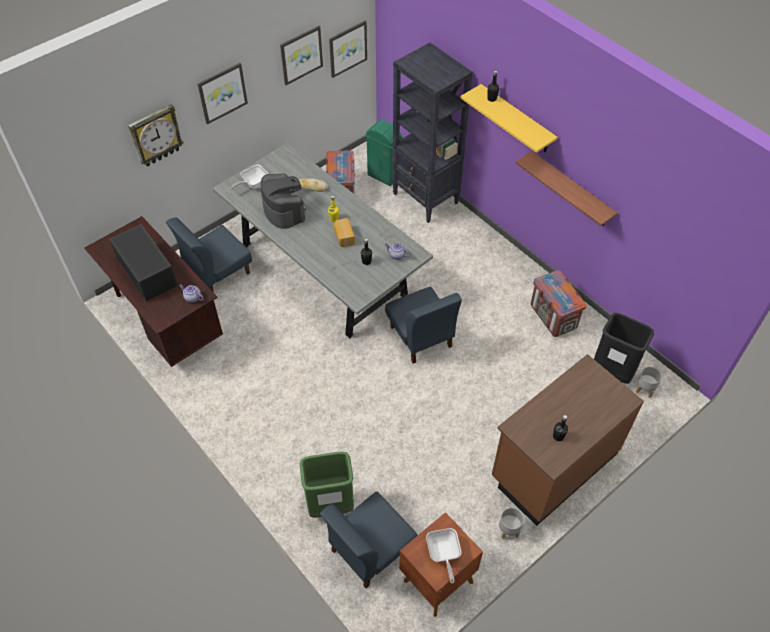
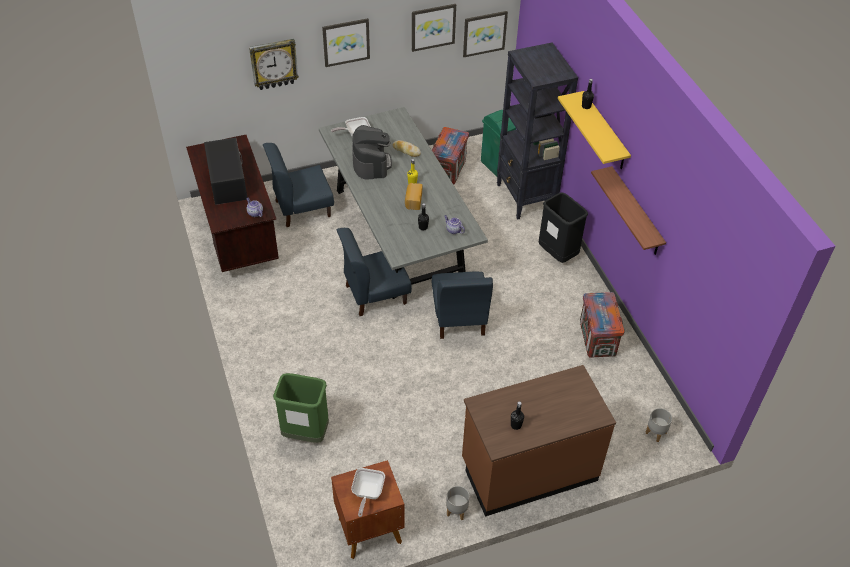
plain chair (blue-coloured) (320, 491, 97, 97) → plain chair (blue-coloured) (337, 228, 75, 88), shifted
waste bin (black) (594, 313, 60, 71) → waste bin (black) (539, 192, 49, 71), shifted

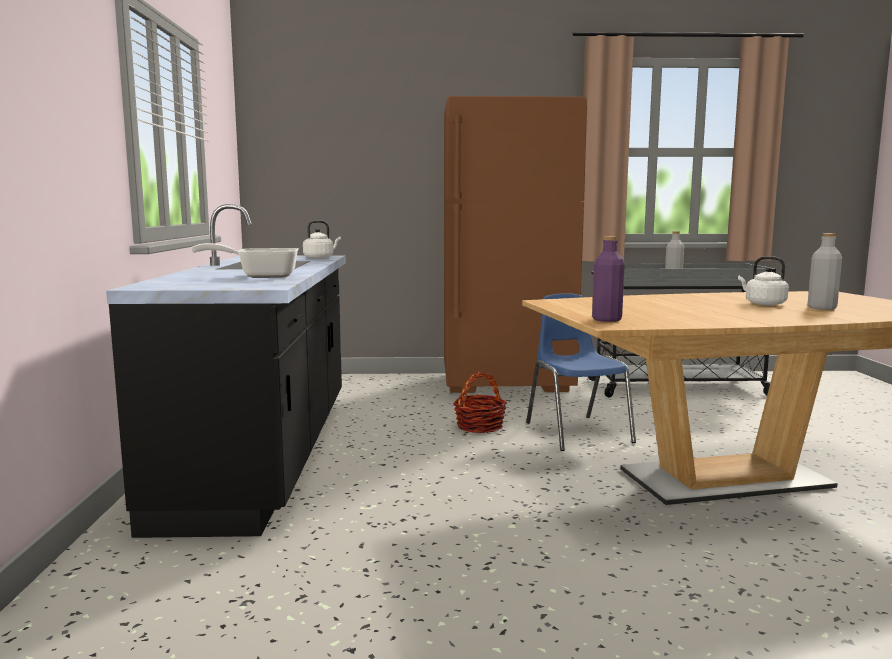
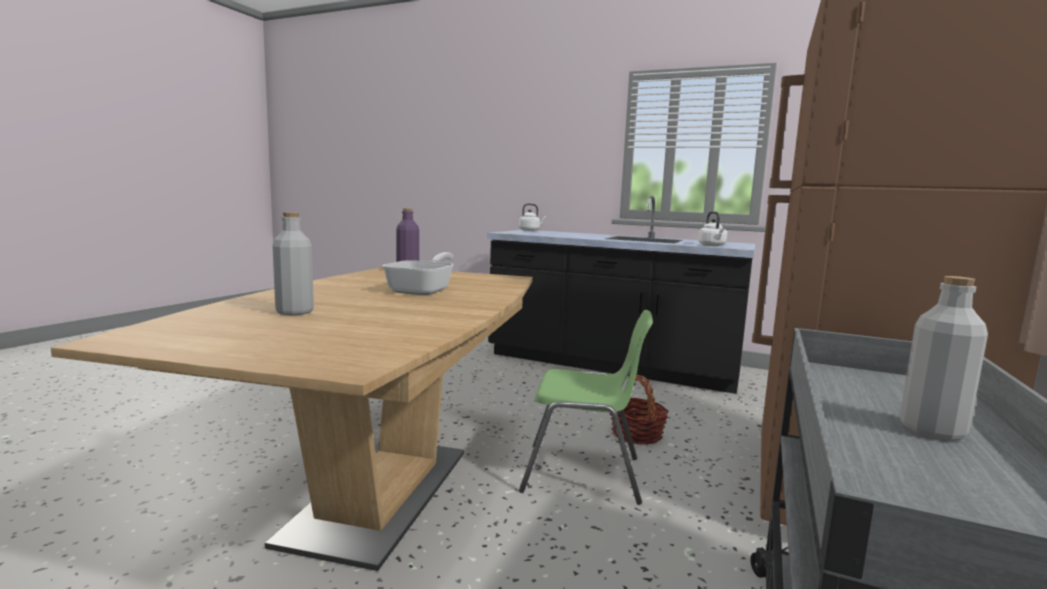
pan (191, 243, 107, 35) → pan (382, 252, 72, 43), shifted
tea kettle (white) (738, 256, 51, 49) → tea kettle (white) (519, 203, 27, 28), shifted
plain chair (blue-coloured) (526, 293, 110, 158) → plain chair (green) (519, 310, 134, 195)

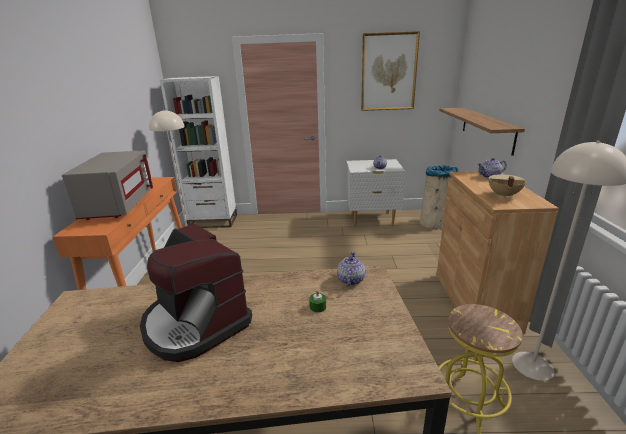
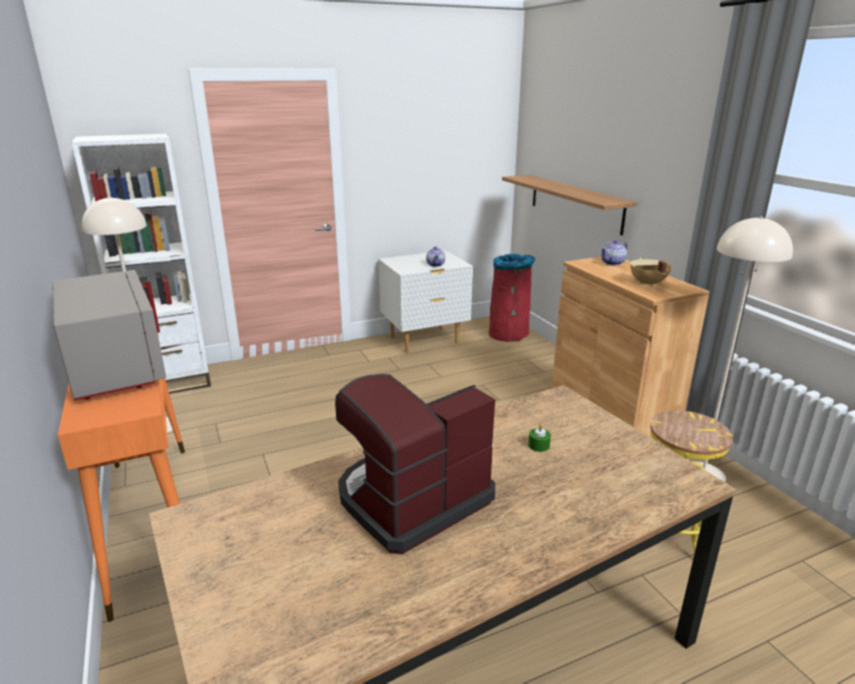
pot for tea (337, 251, 28, 35) → -
wall picture (361, 31, 59, 80) → -
waste bin (beige) (420, 165, 38, 64) → waste bin (red) (489, 254, 46, 88)
coffee maker (140, 224, 112, 138) → coffee maker (335, 374, 160, 180), 120 degrees clockwise

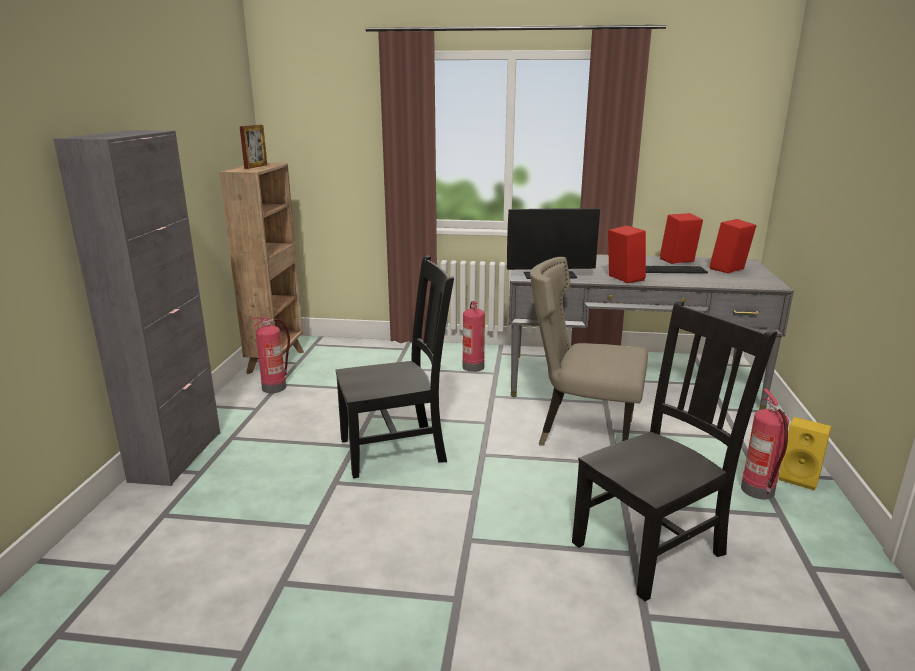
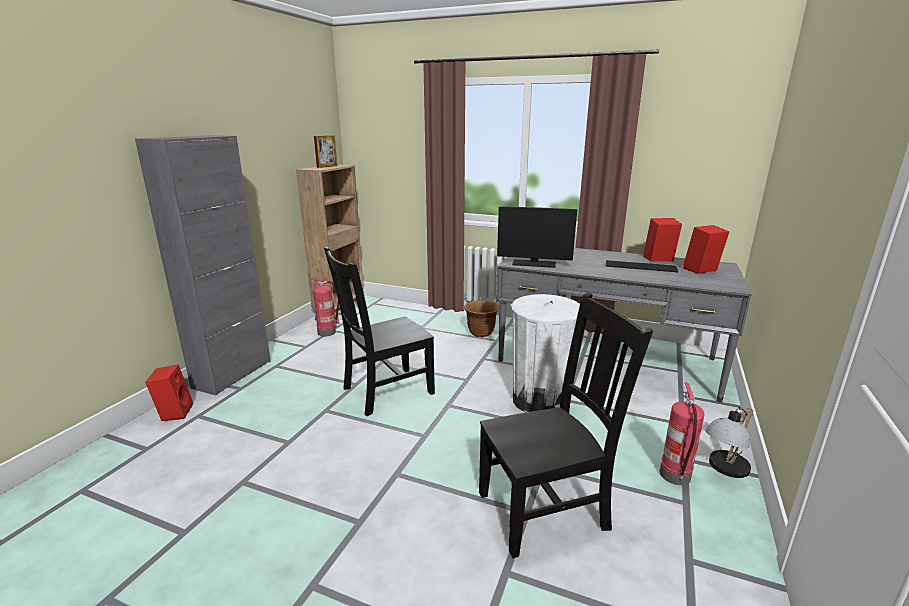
loudspeaker (red) (608, 225, 38, 58) → loudspeaker (red) (145, 365, 48, 56), shifted
fire extinguisher (462, 301, 23, 71) → planter (brown-coloured) (464, 300, 35, 37)
plain chair (beige) (530, 257, 118, 189) → waste bin (white) (511, 294, 69, 119)
loudspeaker (yellow) (778, 417, 54, 74) → table lamp (705, 407, 49, 71)
plain chair (black) (335, 255, 119, 223) → plain chair (black) (324, 247, 111, 169), 150 degrees clockwise

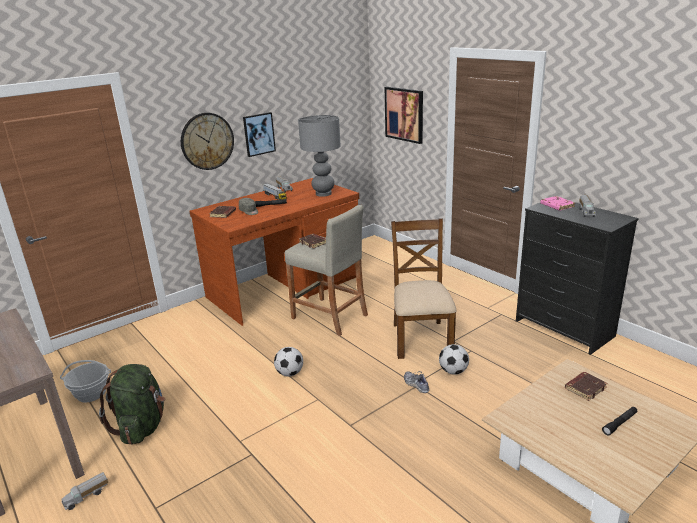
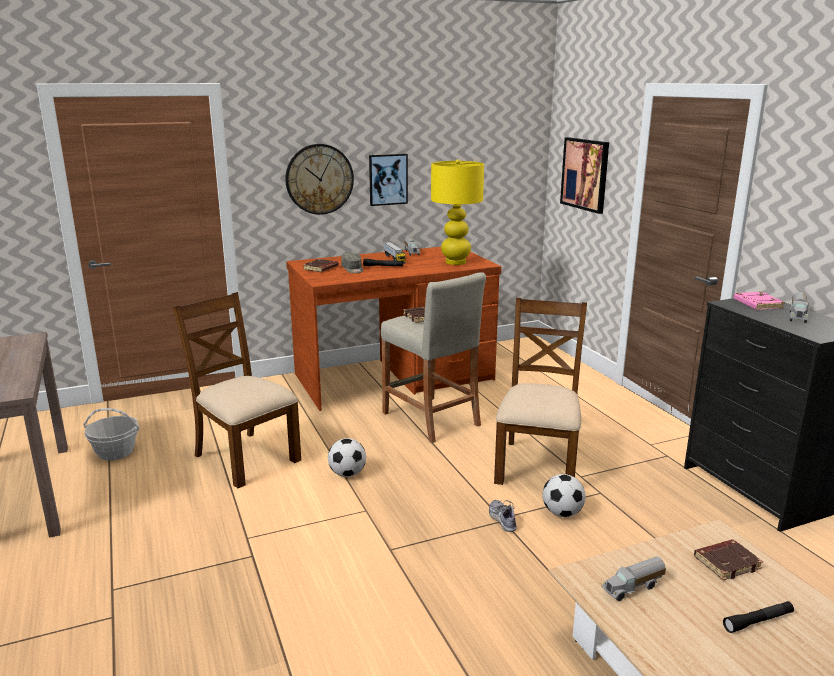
backpack (green) (99, 364, 66, 81) → -
- → plain chair (brown-coloured) (173, 292, 128, 196)
toy truck (61, 472, 47, 38) → toy truck (601, 556, 65, 45), shifted
table lamp (grey) (298, 115, 43, 82) → table lamp (yellow) (431, 160, 53, 105)

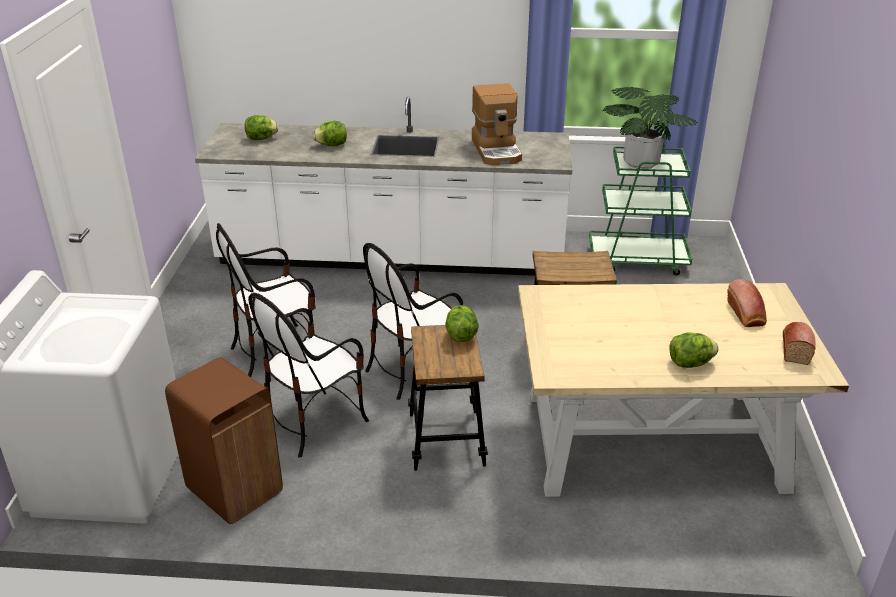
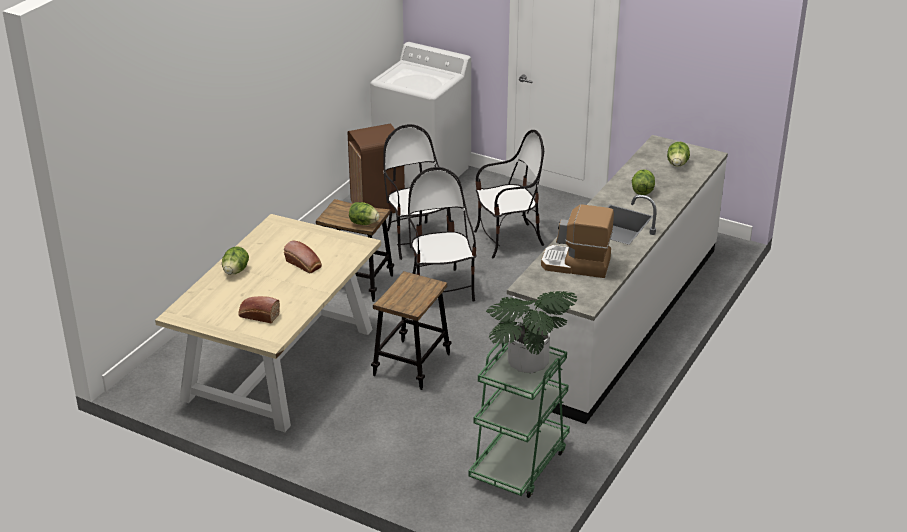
bakery bread (783, 322, 33, 43) → bakery bread (284, 241, 38, 32), shifted
plain chair (216, 223, 100, 154) → plain chair (474, 130, 70, 128), 75 degrees clockwise

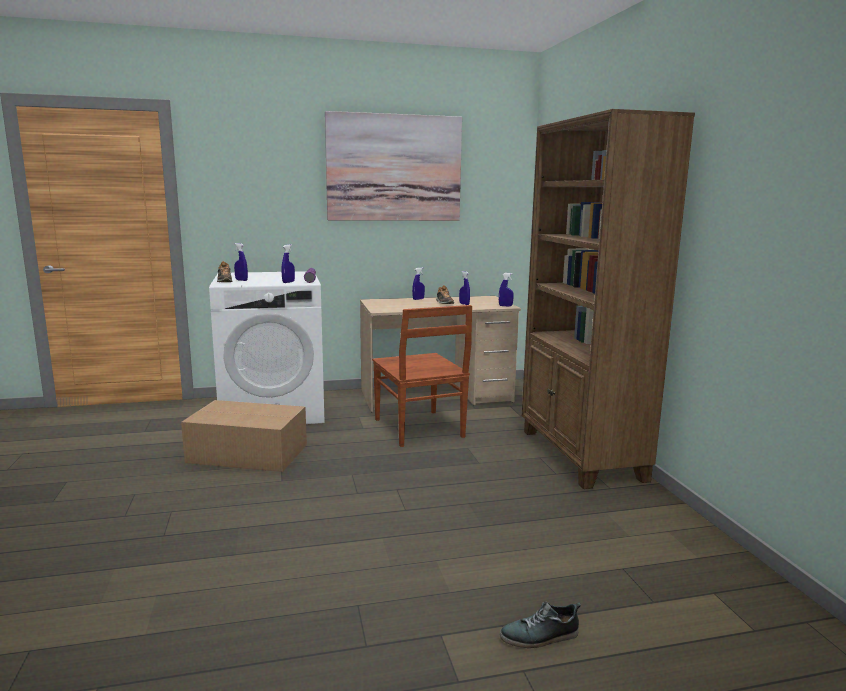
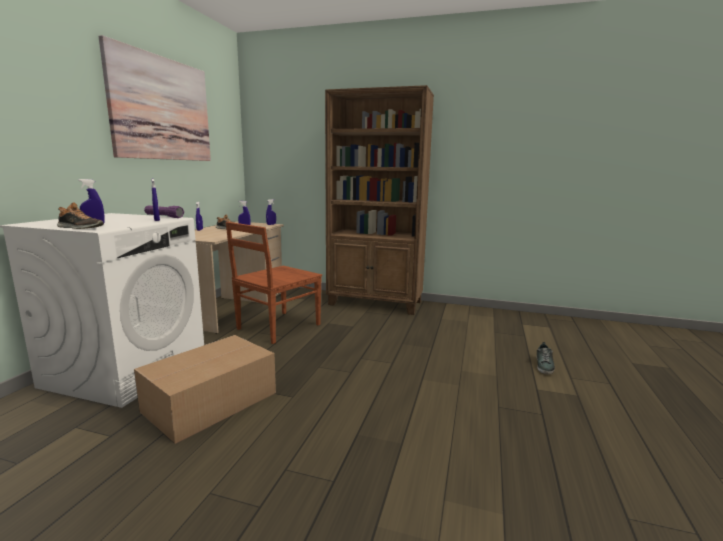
plain chair (brown-coloured) (372, 305, 100, 142) → plain chair (brown-coloured) (226, 222, 96, 122), 120 degrees clockwise

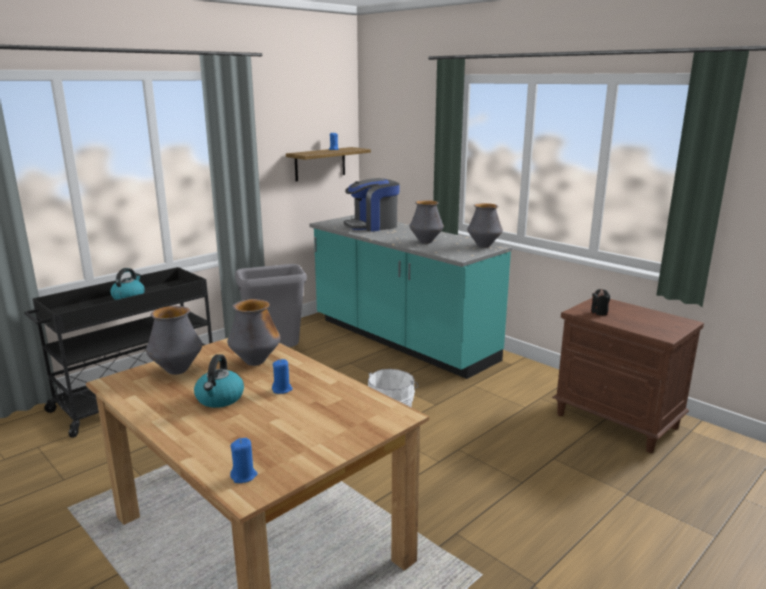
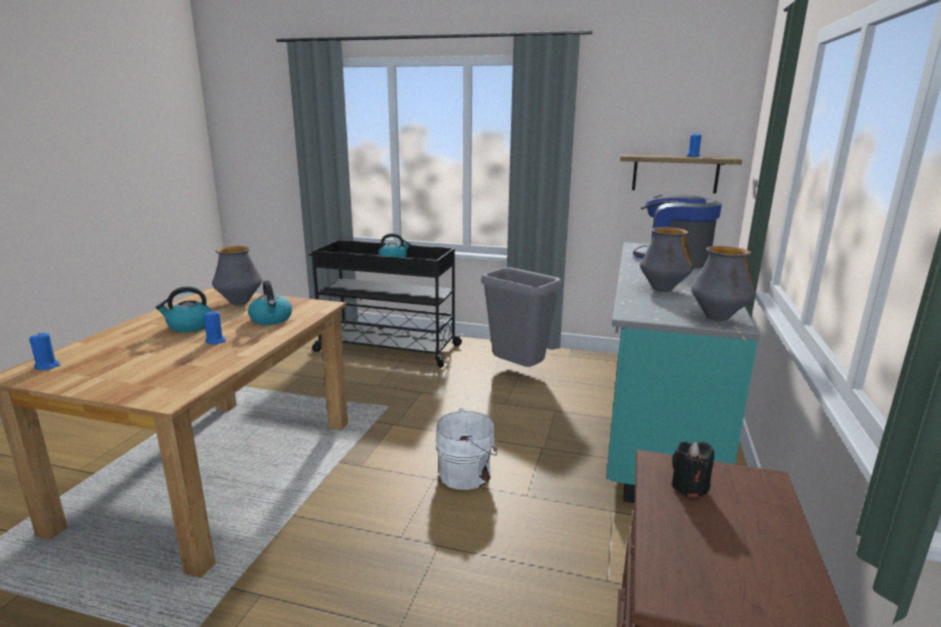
flower vase (227, 299, 54, 67) → tea kettle (248, 280, 44, 45)

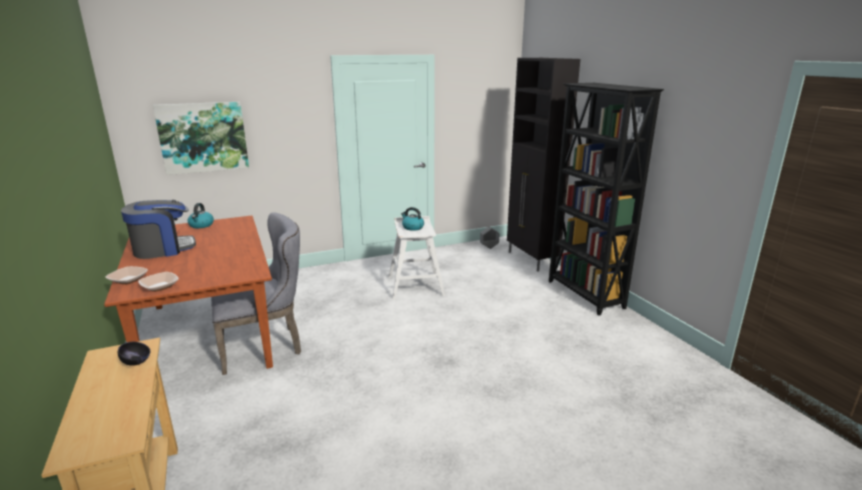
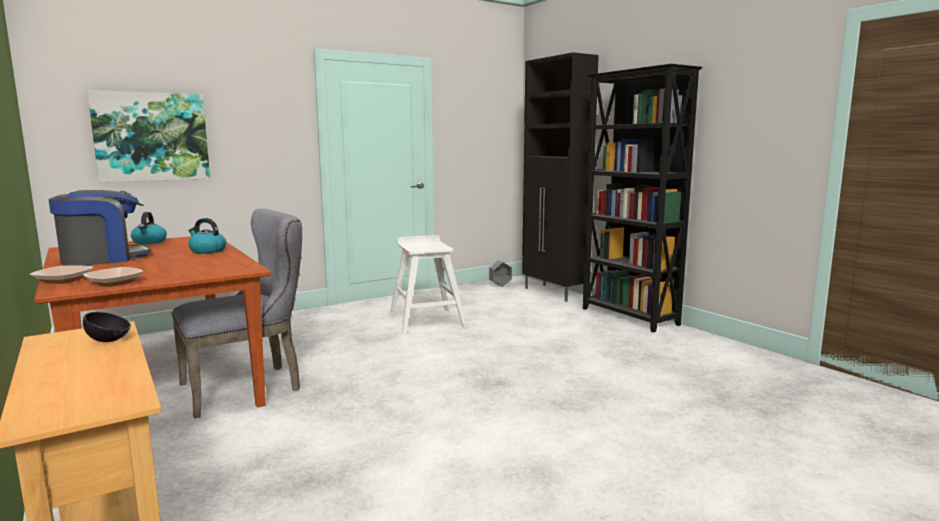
tea kettle (401, 207, 23, 24) → tea kettle (188, 218, 38, 36), shifted

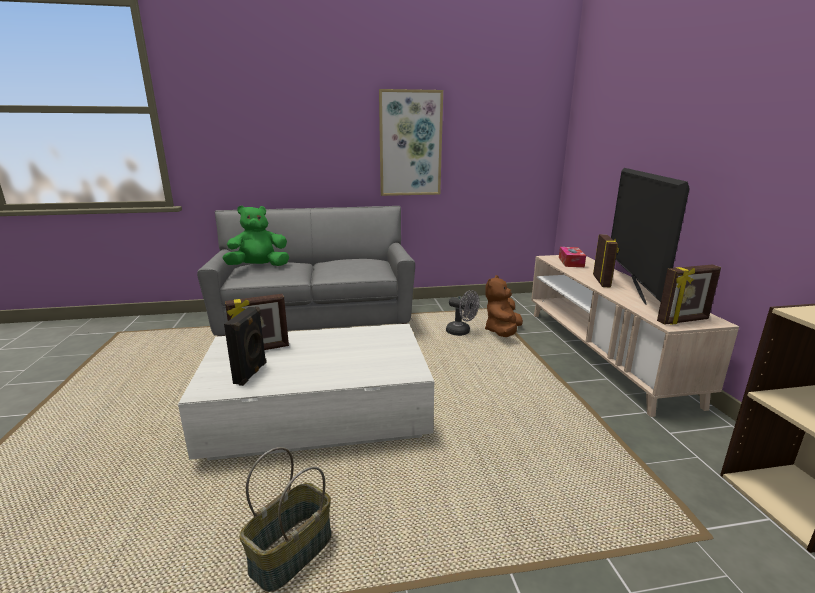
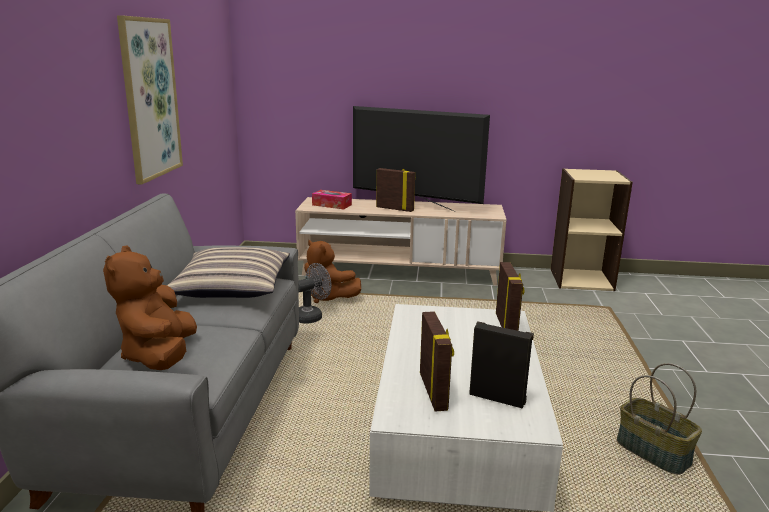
- → cushion (167, 247, 123, 51)
photo frame (657, 264, 64, 61) → photo frame (496, 262, 29, 69), shifted
cuddly toy (green) (222, 206, 67, 60) → cuddly toy (brown-coloured) (103, 245, 94, 125)

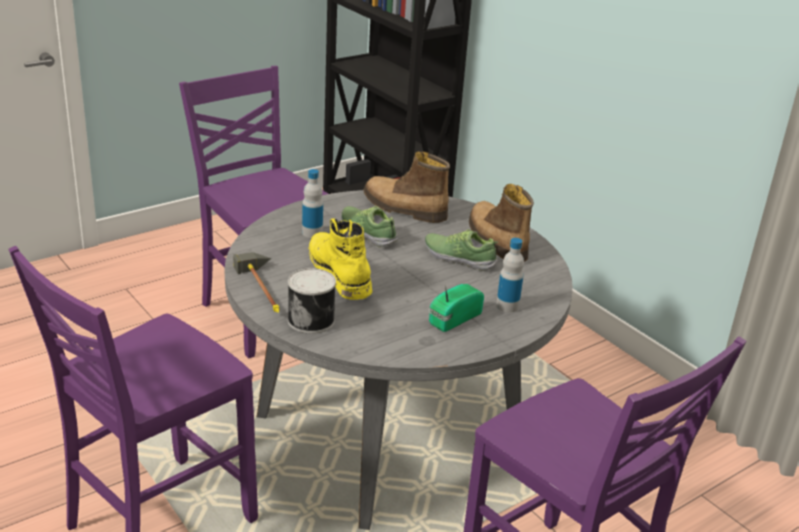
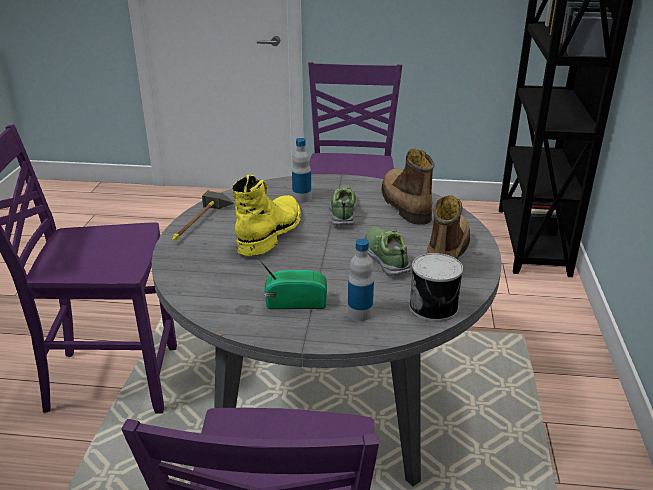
sealed can (288, 268, 48, 66) → sealed can (409, 253, 54, 69), shifted

